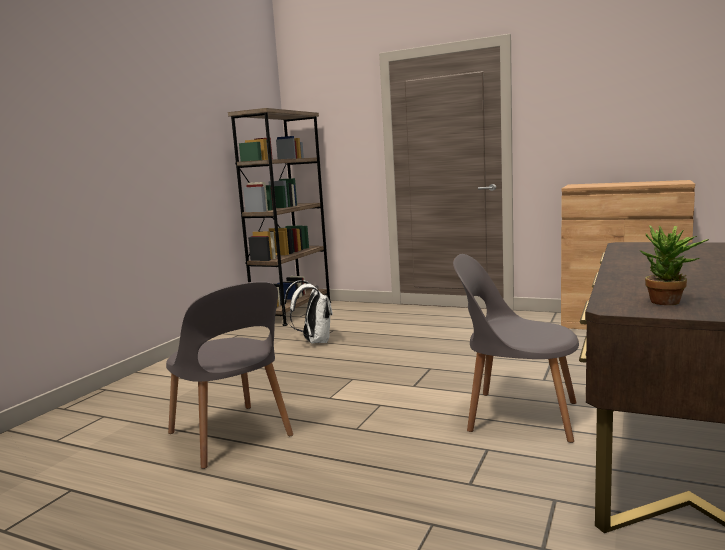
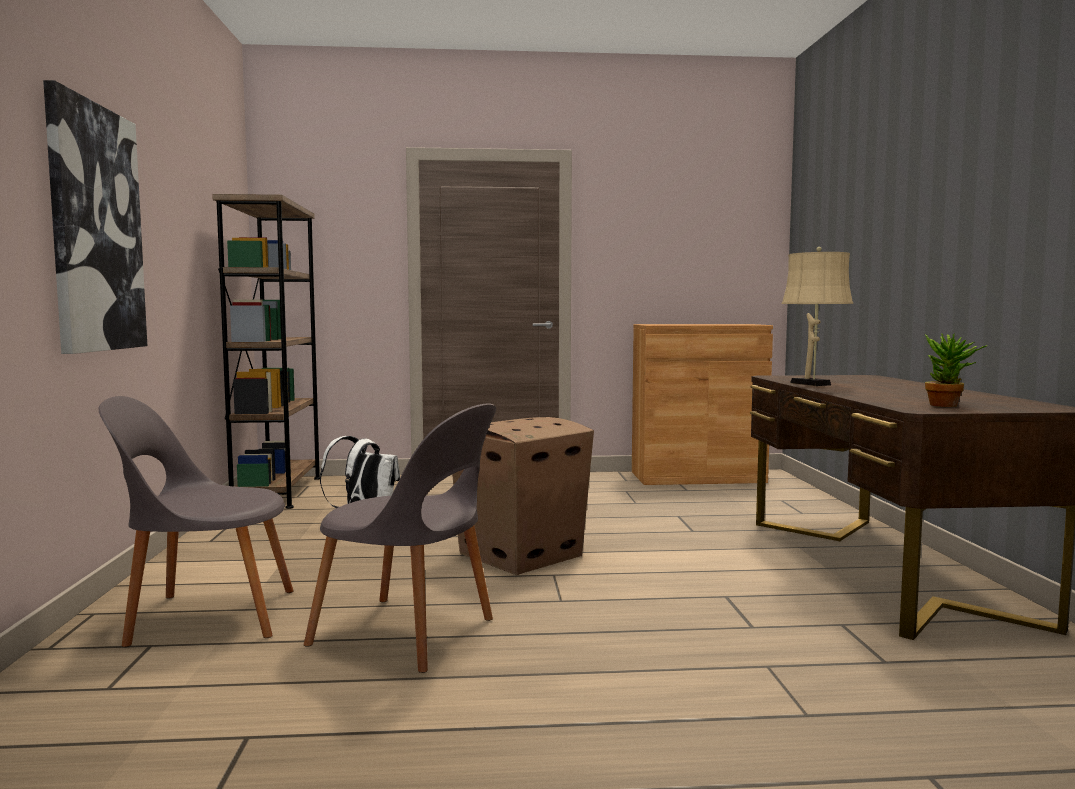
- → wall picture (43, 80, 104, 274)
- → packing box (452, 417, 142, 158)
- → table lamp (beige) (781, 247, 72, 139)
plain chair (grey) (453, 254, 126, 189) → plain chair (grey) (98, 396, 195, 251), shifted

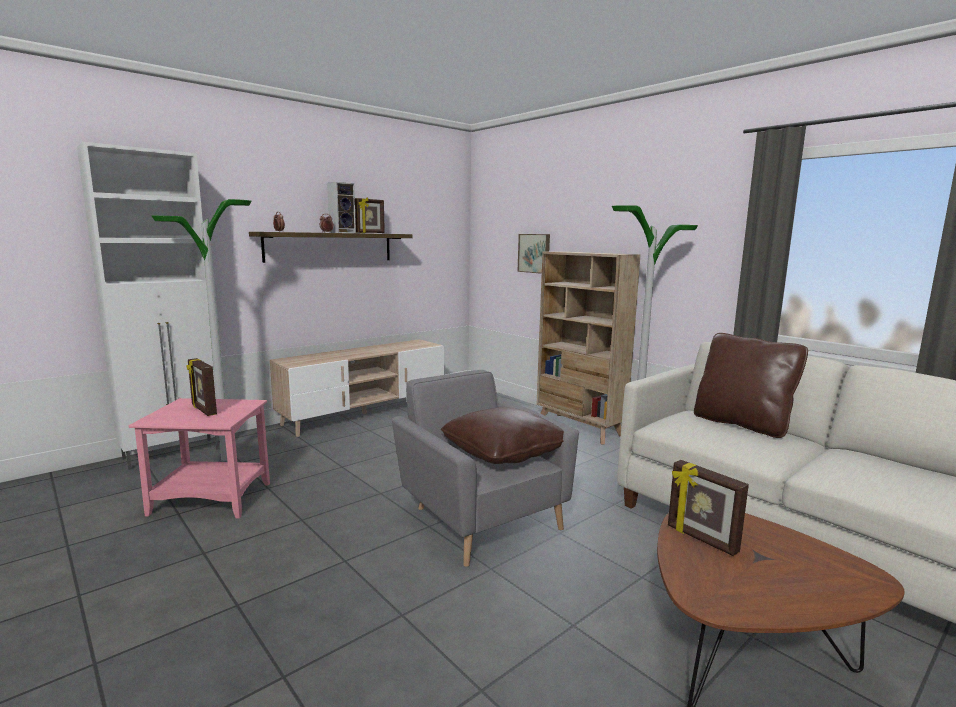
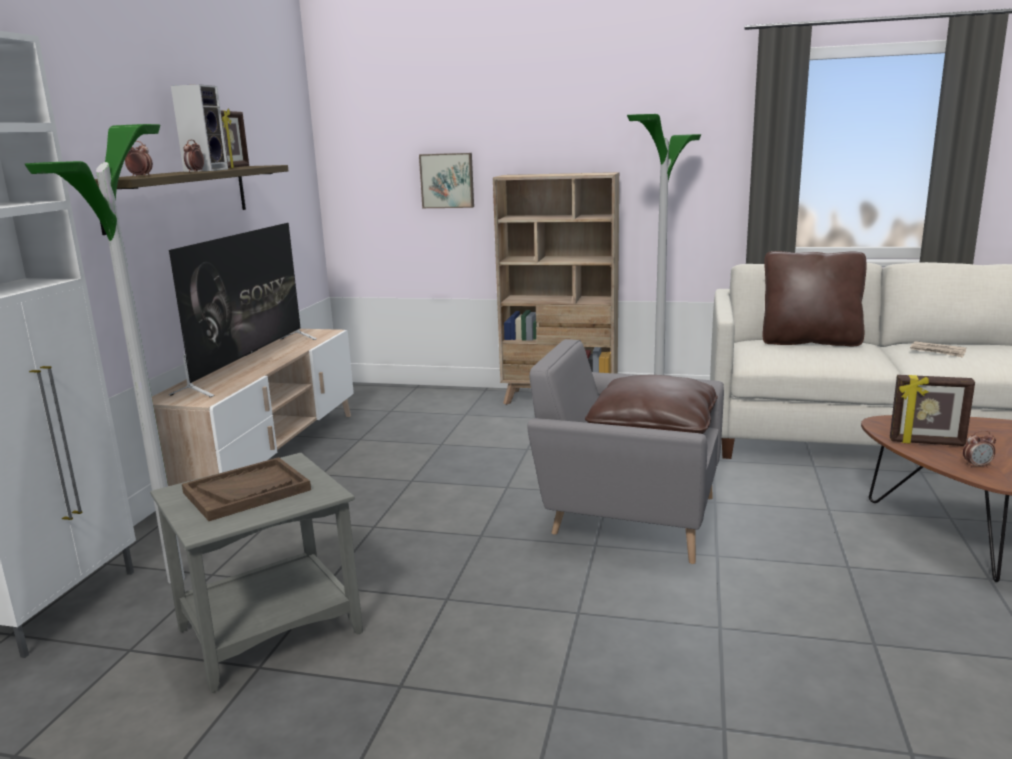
- → television (169, 223, 148, 174)
- → printed paper (910, 341, 56, 16)
- → table clock (963, 430, 33, 38)
photo frame (187, 358, 30, 58) → tray (brown-coloured) (182, 457, 129, 64)
accent table (pinkish) (129, 398, 141, 120) → accent table (grey) (150, 453, 213, 240)

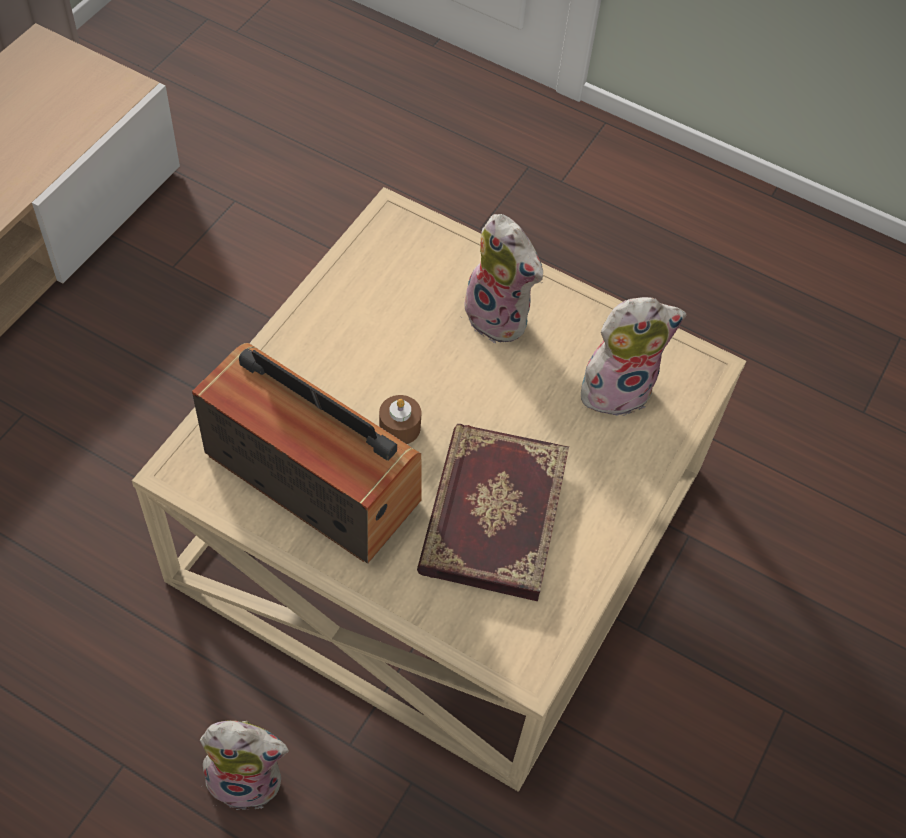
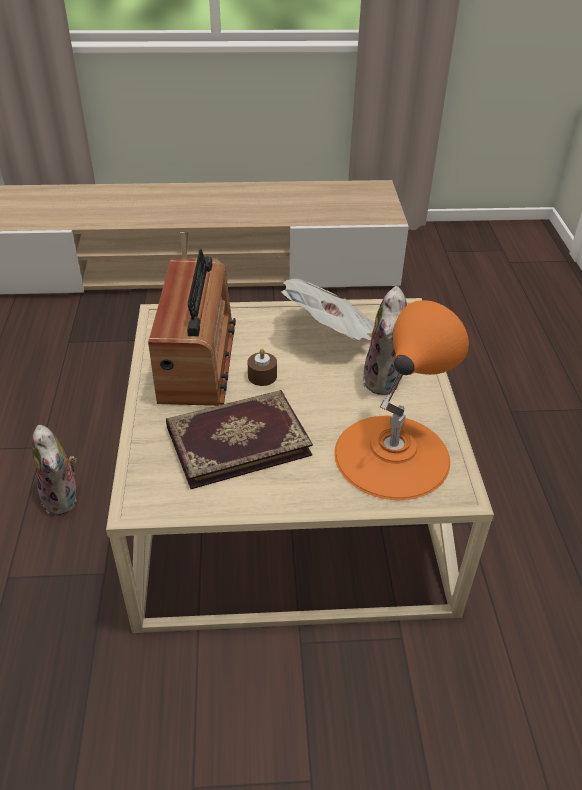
- → printed paper (281, 278, 94, 63)
cuddly toy (581, 297, 105, 120) → table lamp (orange) (334, 300, 135, 200)

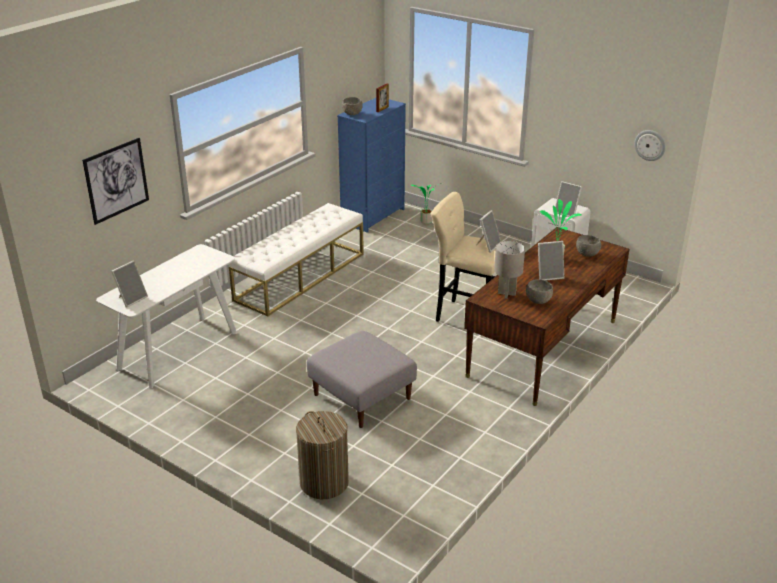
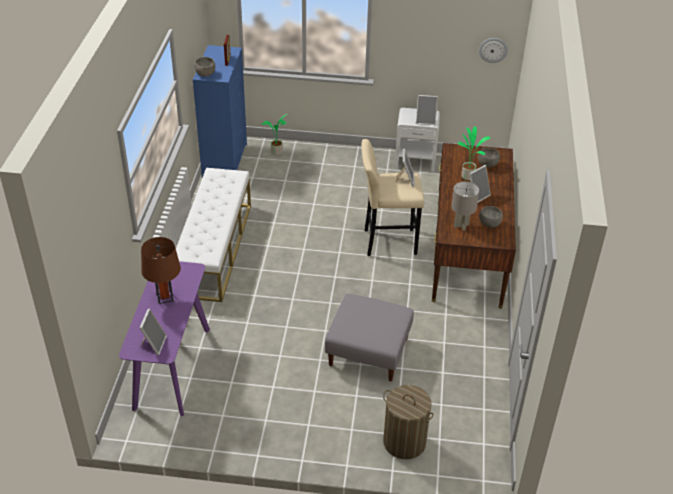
wall picture (82, 138, 67, 87) → -
- → table lamp (brown-coloured) (141, 237, 40, 67)
narrow table (white) (96, 244, 141, 144) → narrow table (purple) (119, 261, 91, 155)

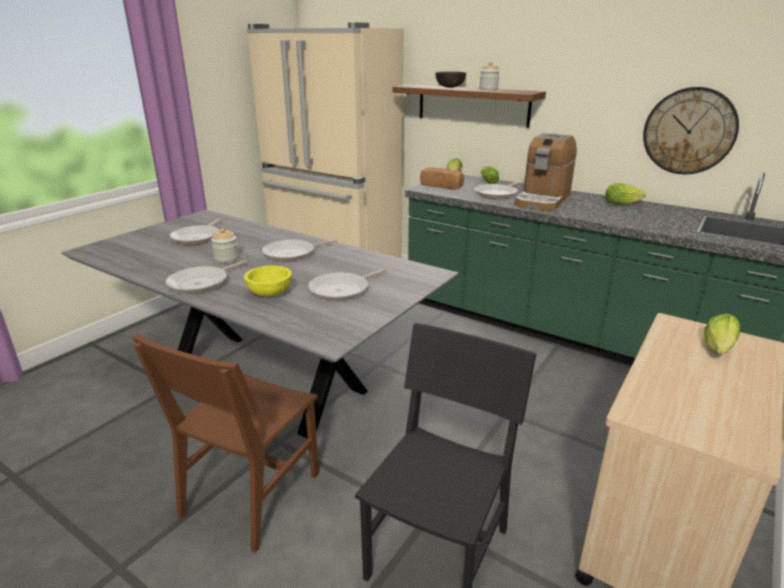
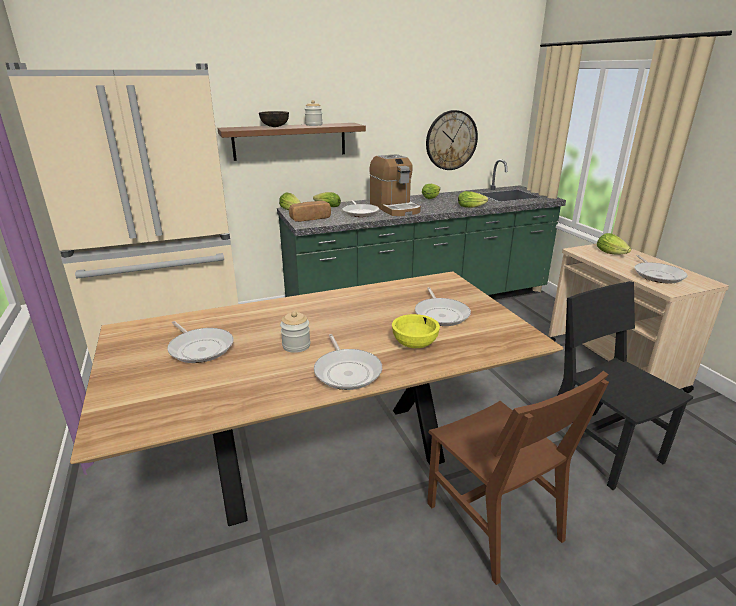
- → head of lettuce (458, 191, 30, 17)
pan (262, 239, 75, 23) → pan (635, 255, 52, 29), shifted
dining table (grey) (61, 210, 398, 229) → dining table (brown-coloured) (70, 271, 493, 255)

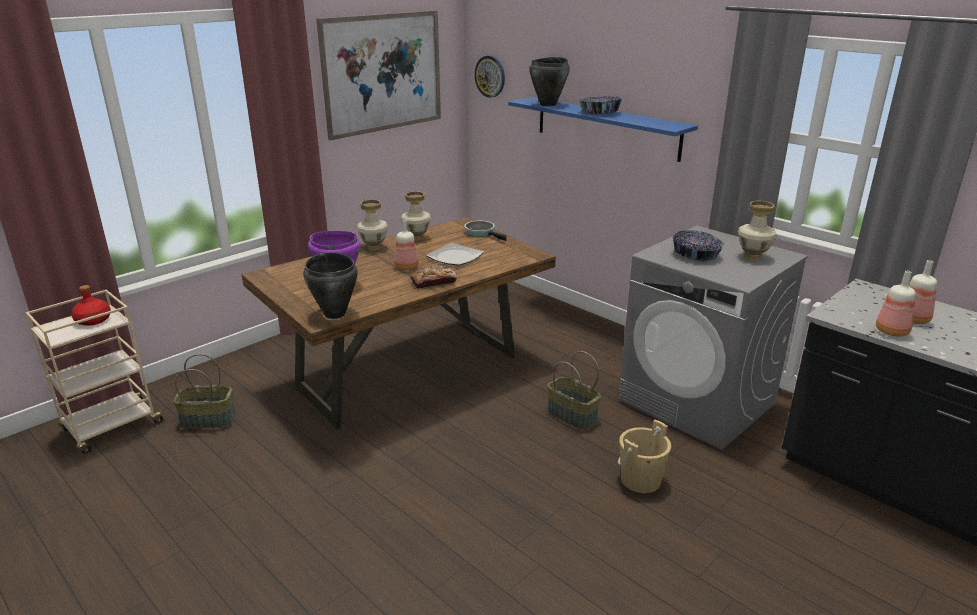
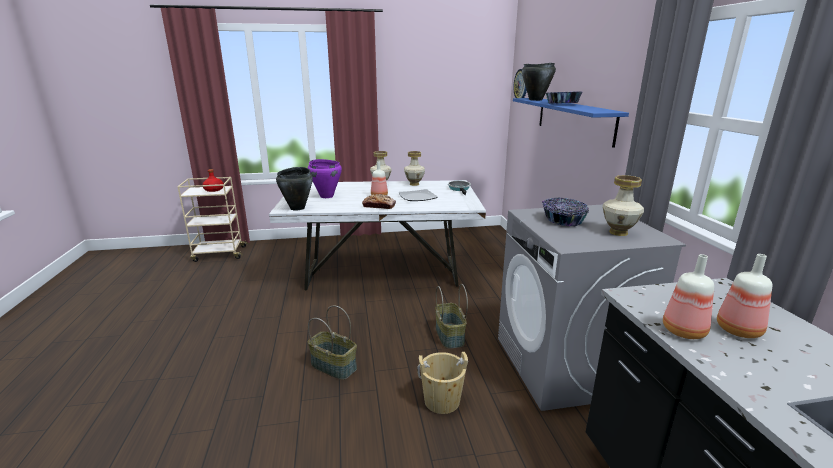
wall picture (316, 10, 125, 130) → -
basket (173, 354, 63, 75) → basket (308, 305, 49, 75), shifted
dining table (brown-coloured) (241, 217, 315, 212) → dining table (white) (269, 180, 217, 110)

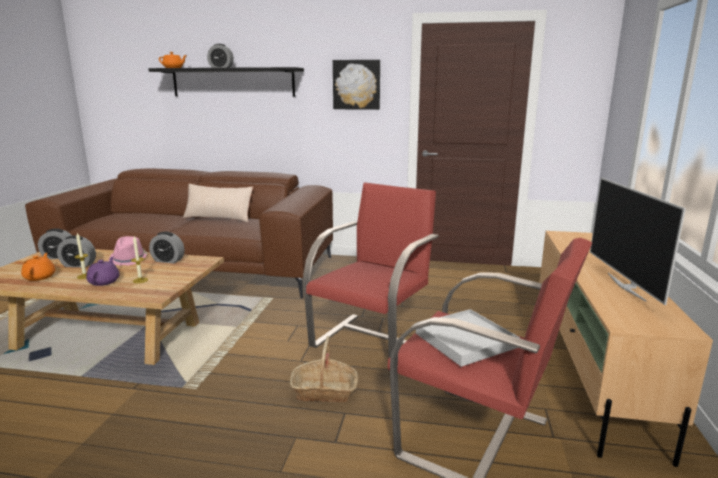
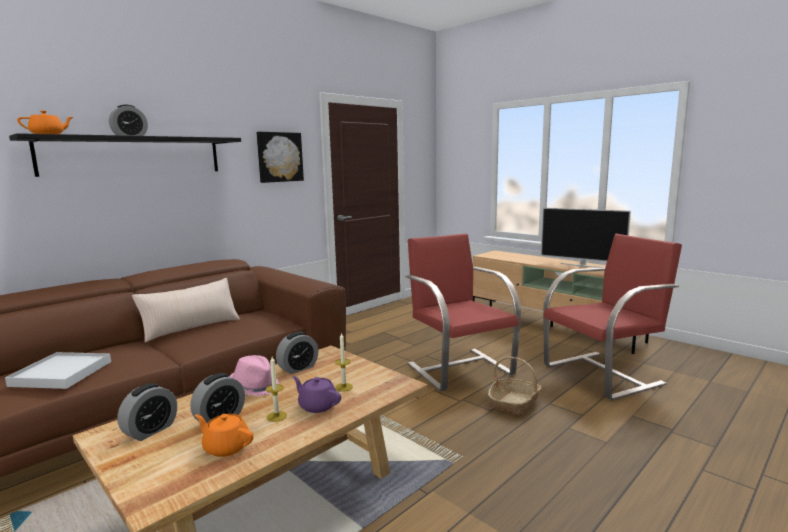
tray (white) (416, 309, 104, 58) → tray (white) (5, 352, 106, 37), shifted

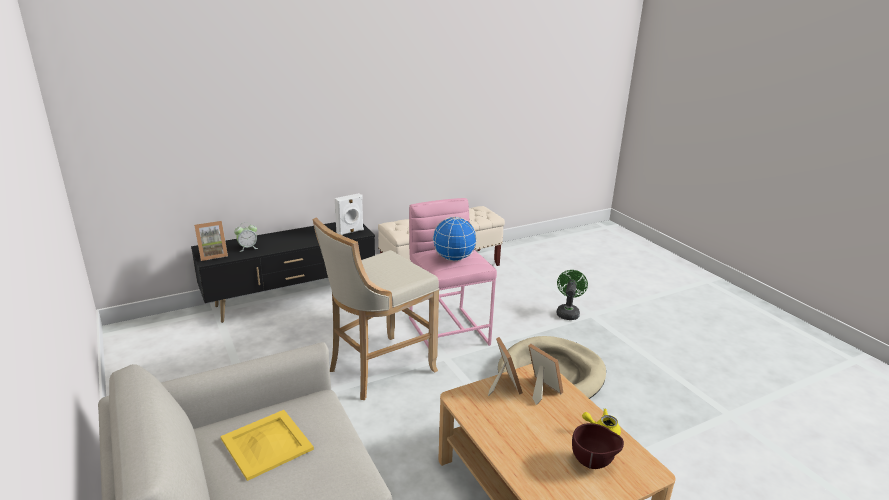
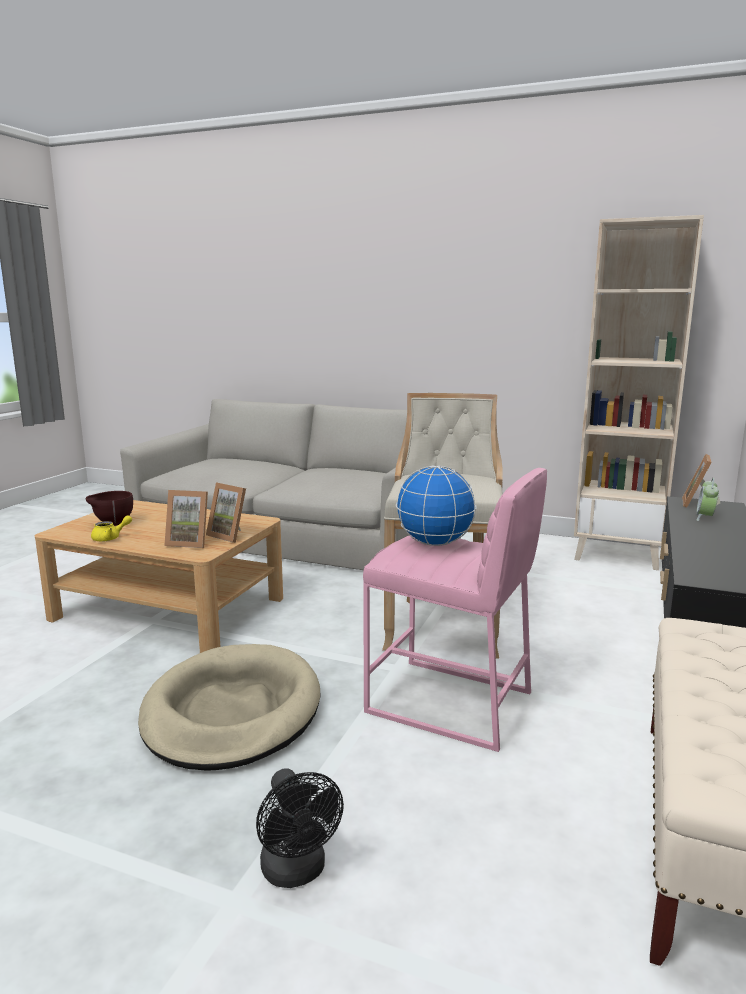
tray (yellow) (221, 410, 93, 71) → -
loudspeaker (white) (335, 193, 29, 42) → -
- → bookshelf (beige) (574, 215, 130, 355)
electric fan (green) (557, 270, 31, 50) → electric fan (black) (256, 768, 88, 120)

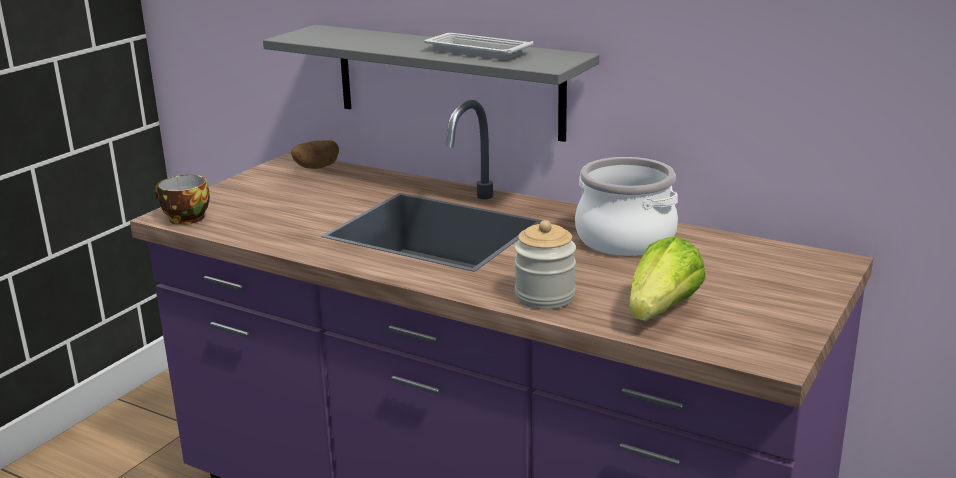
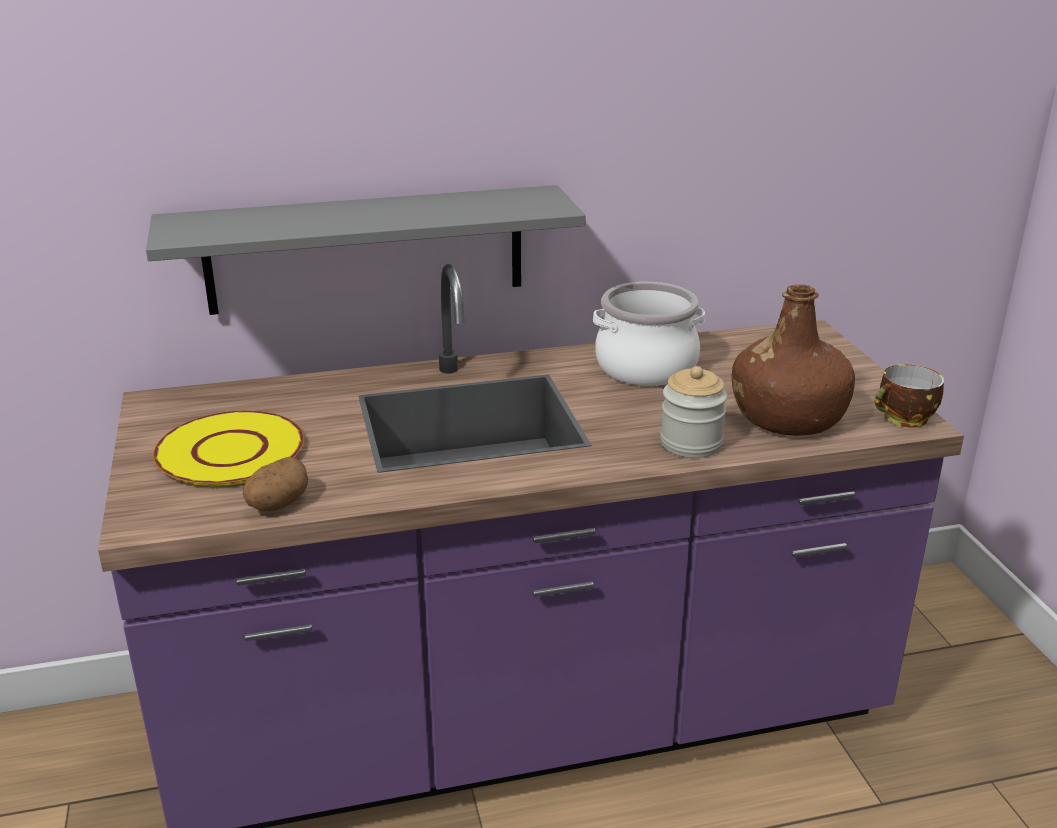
tray (white) (424, 33, 109, 27) → -
- → flat dish (yellow) (153, 410, 151, 77)
small cup (155, 175, 55, 50) → small cup (875, 364, 69, 63), shifted
potato (291, 140, 48, 29) → potato (243, 457, 65, 55), shifted
head of lettuce (629, 236, 77, 85) → drink bottle (brown-coloured) (732, 285, 123, 151)

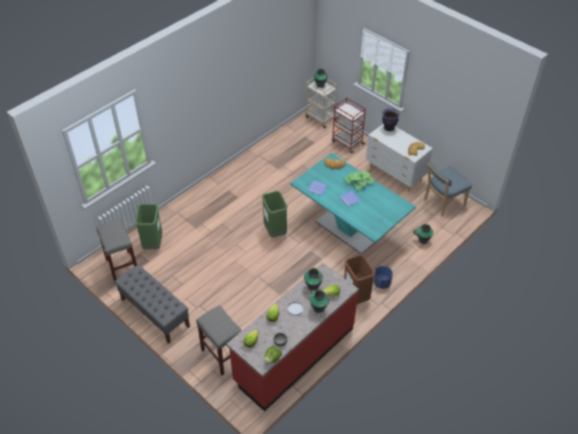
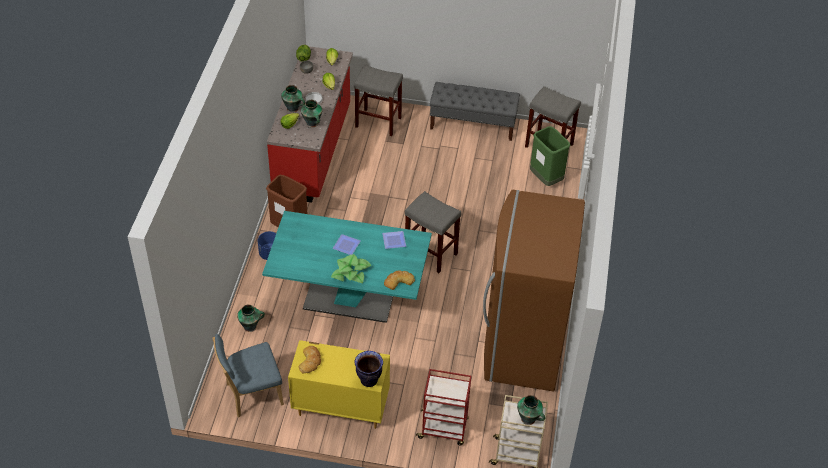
- → kitchen fridge (brown-coloured) (483, 190, 102, 201)
waste bin (green) (262, 191, 26, 46) → sitting stool (grey) (405, 191, 56, 82)
drawer chest (white) (366, 124, 67, 68) → drawer chest (yellow) (288, 340, 102, 89)
plain chair (blue-coloured) (424, 161, 48, 56) → plain chair (blue-coloured) (212, 334, 72, 83), 135 degrees counterclockwise

